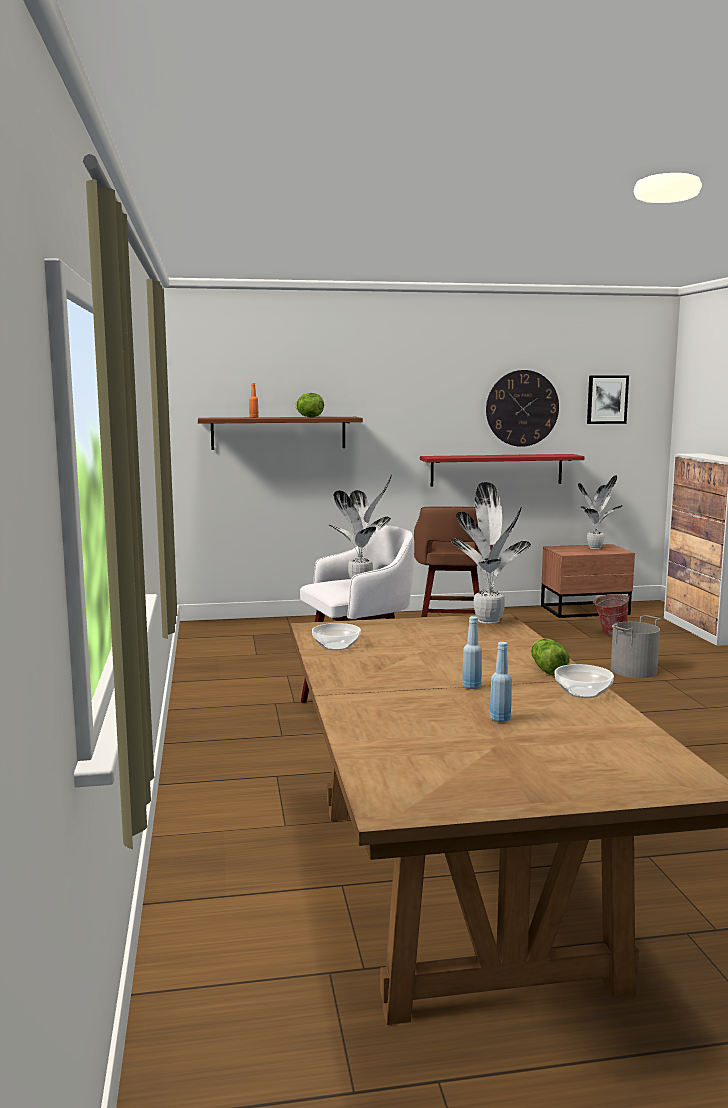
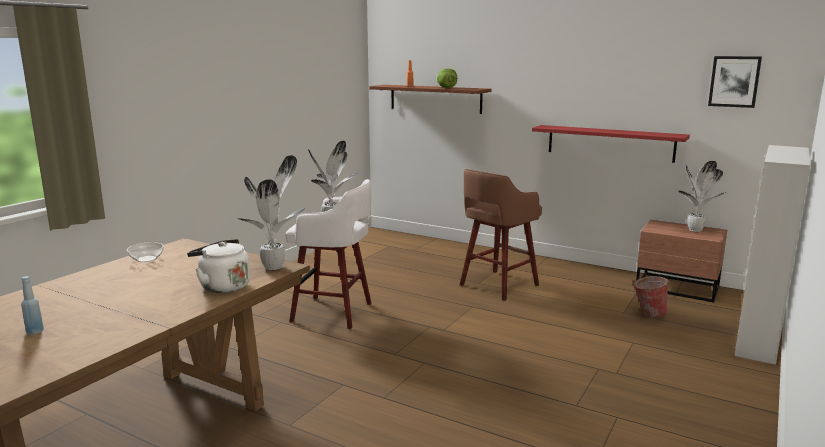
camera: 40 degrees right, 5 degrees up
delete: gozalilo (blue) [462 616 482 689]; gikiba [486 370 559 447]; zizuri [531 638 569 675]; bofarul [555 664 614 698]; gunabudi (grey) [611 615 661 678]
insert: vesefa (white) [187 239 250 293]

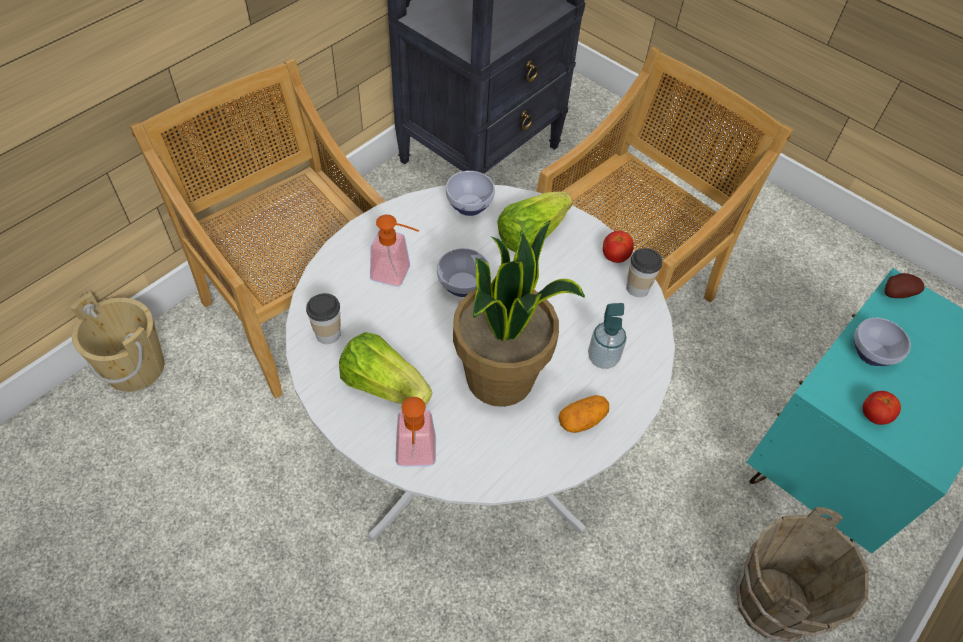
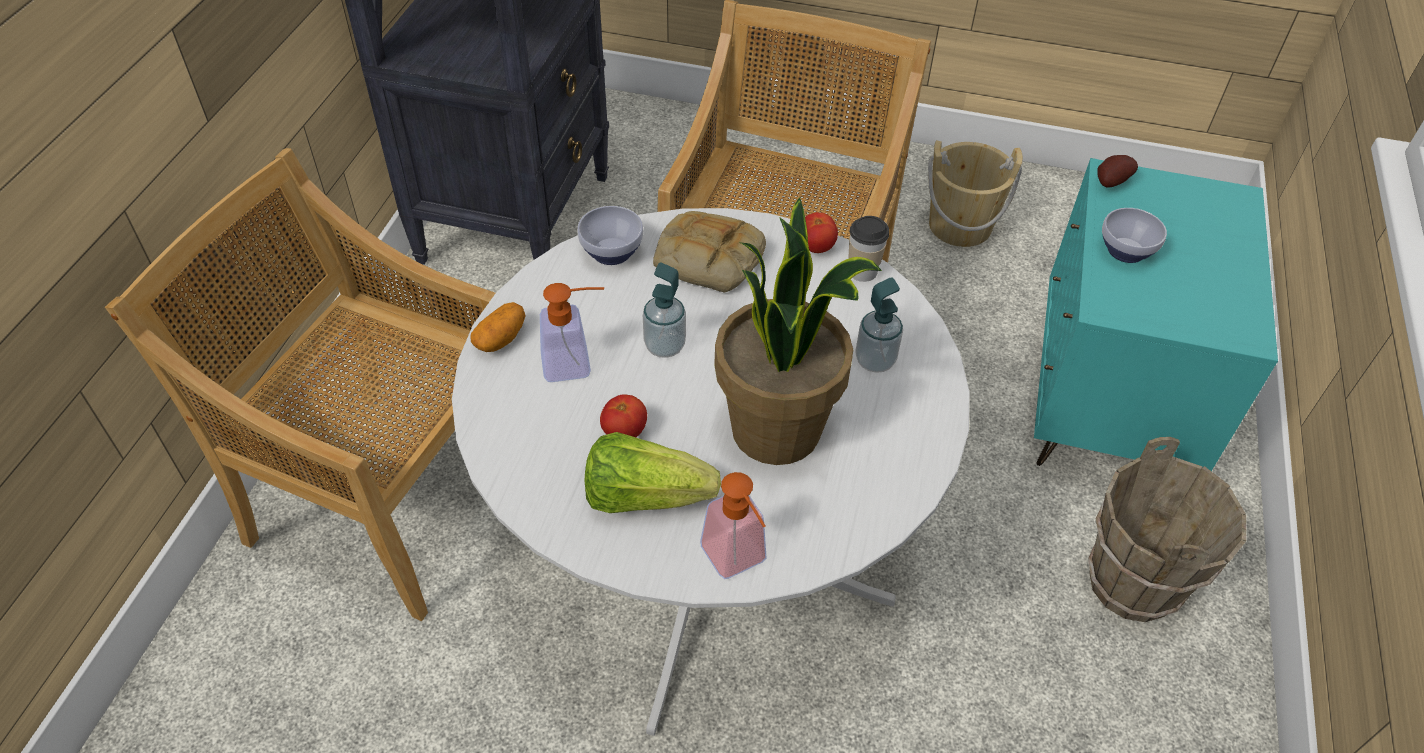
camera: 25 degrees left, 5 degrees down
delete: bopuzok [306 293 341 344]
move: gunabudi (beige) [70 292 165 392] to [928 140 1023 247]; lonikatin [558 395 609 433] to [471 302 526 352]; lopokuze [863 391 901 425] to [600 394 647 437]
replace: bofarul [437 248 490 297] to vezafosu [643 263 686 358]; zizuri [497 192 573 253] to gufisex [653 211 766 293]

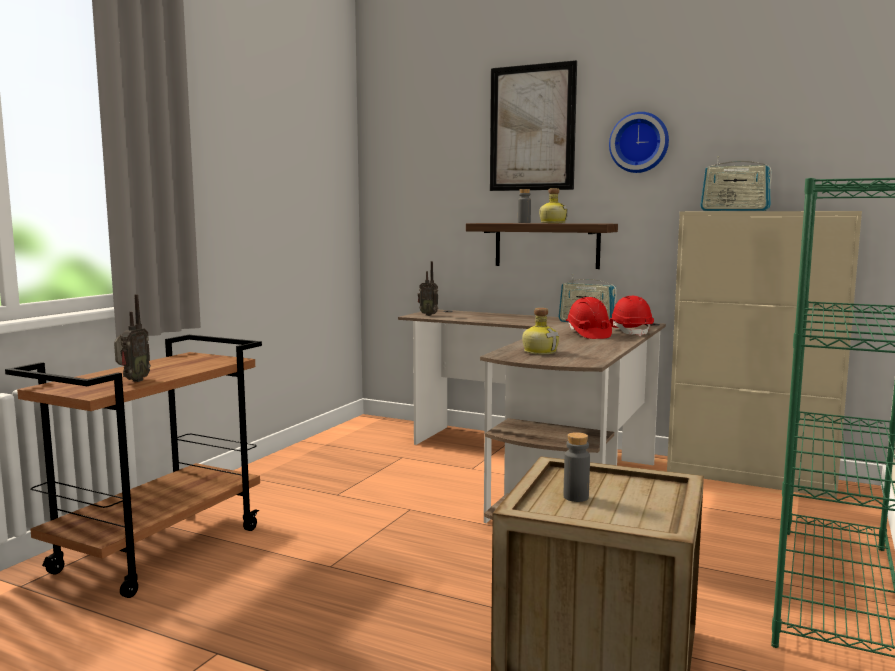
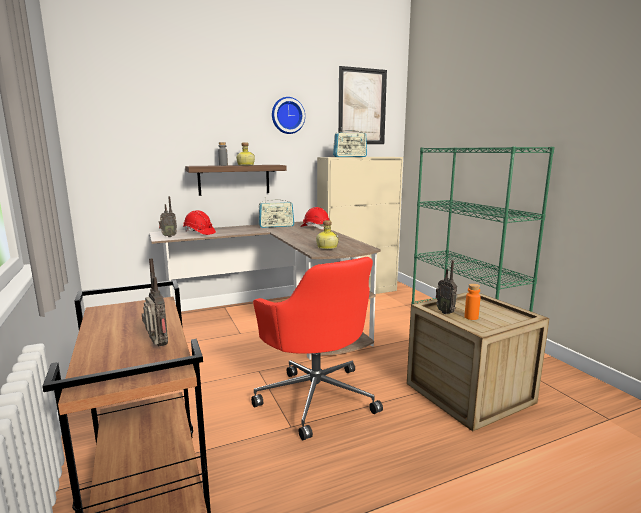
camera: 50 degrees left, 5 degrees up
insert: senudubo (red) [251 257 383 440]; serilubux [436 260 458 314]
move: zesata [490 60 577 191] to [338 66 387 144]; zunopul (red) [566 297 612 339] to [183 210 216 235]
recolor: gozalilo (grey) [564 432 590 502] to gozalilo (orange) [465 284 481 320]

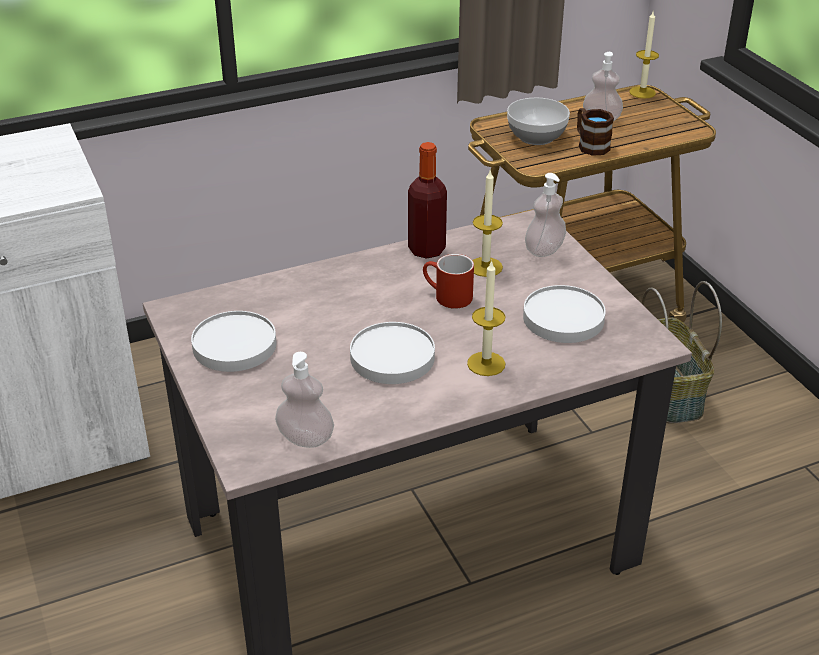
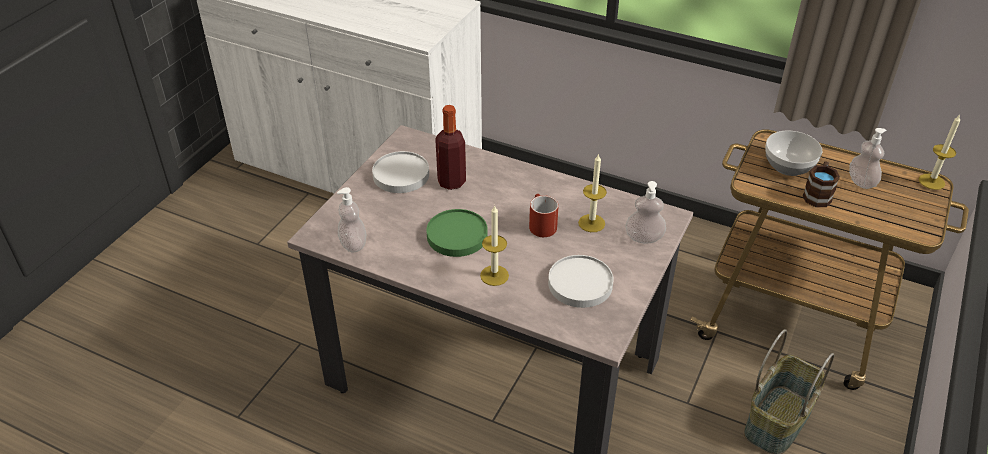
camera: 50 degrees right, 5 degrees up
move: gozalilo [408 142 447 259] to [435 105 466 190]
recolor: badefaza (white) [350 322 435 384] to badefaza (green) [426 209 488 257]

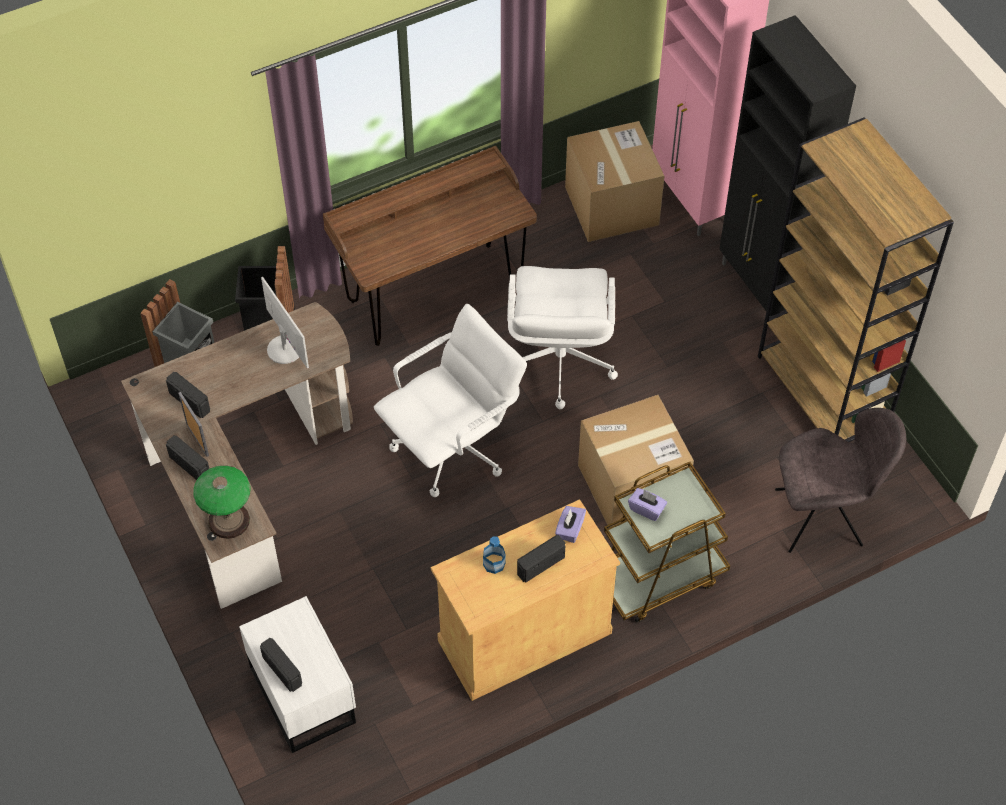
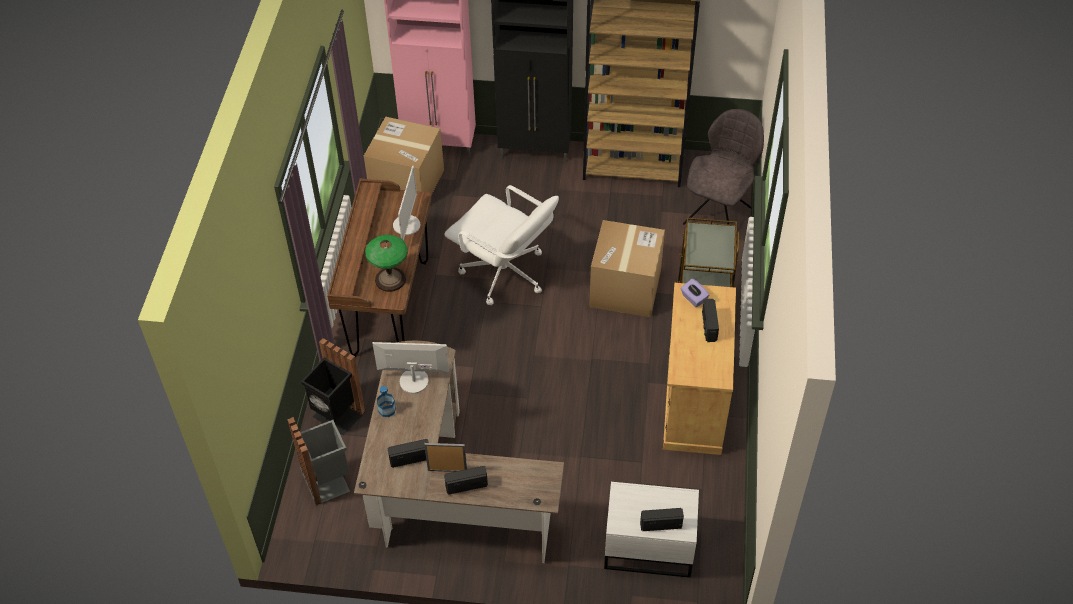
camera: 55 degrees left, 5 degrees down
delete: senudubo (white) [374 304 527 497]; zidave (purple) [628 488 667 521]
insert: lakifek [393 166 420 241]
move: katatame [193 466 250 539] to [365 235 408 292]; gozalilo [483 536 505 574] to [377 386 396 417]

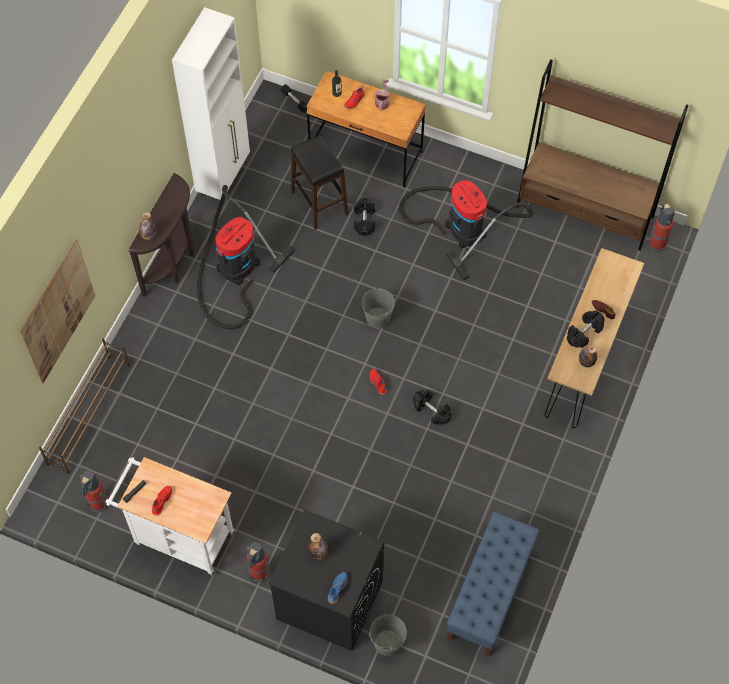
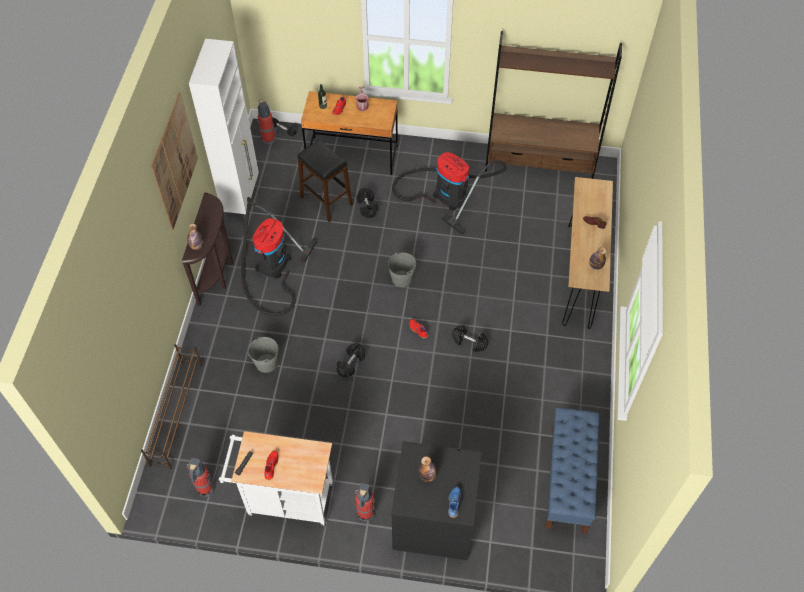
camera: 15 degrees left, 5 degrees down
move: zesata [20 239 95 383] to [151 92 198 230]; gunabudi (grey) [369 614 407 656] to [248 337 278 373]; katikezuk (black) [567 311 605 348] to [337 343 365 377]; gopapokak [648 203 675 252] to [258 99 276 144]

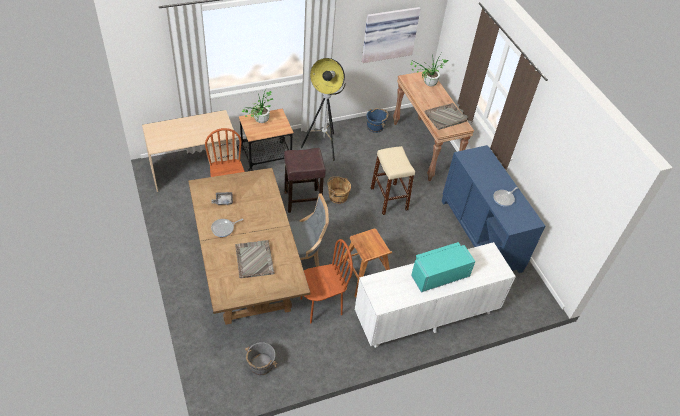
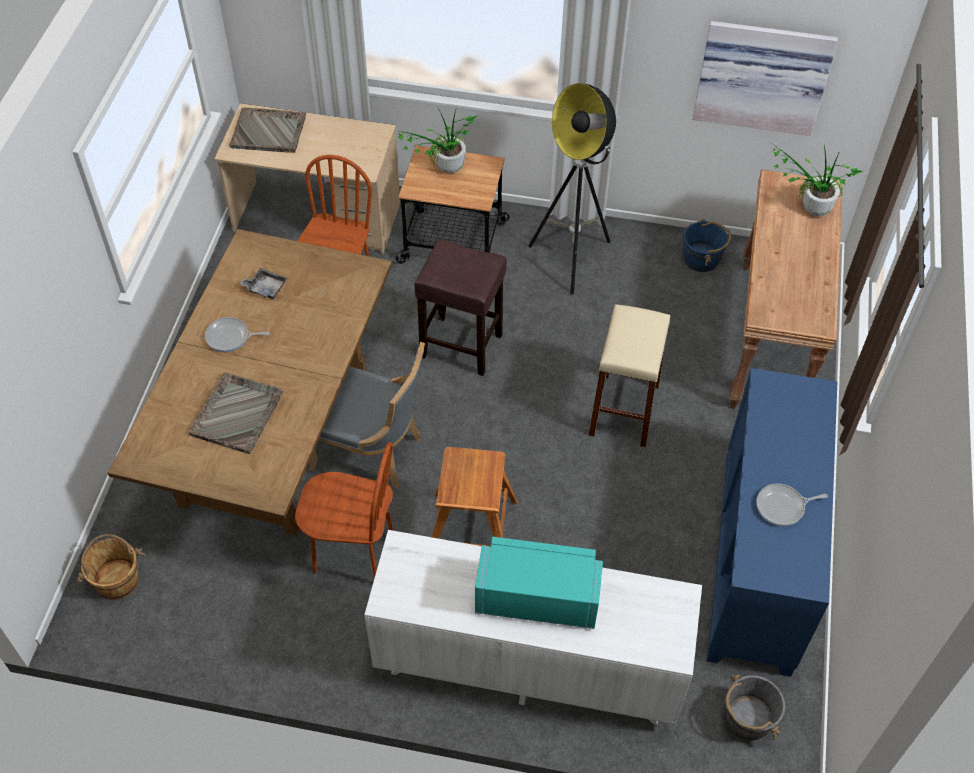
camera: 35 degrees right, 5 degrees up
move: gunabudi (grey) [245 342 277 375] to [725 675 785 740]; gunabudi (brown) [327 176 351 204] to [77 534 146 600]; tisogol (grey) [425 103 467 130] to [229 107 306 153]

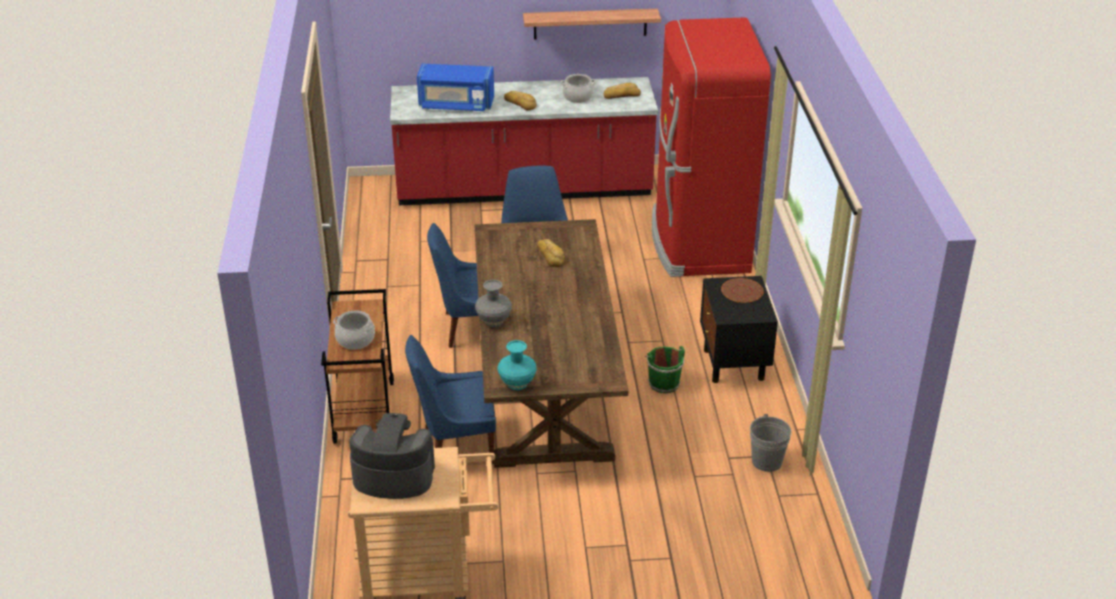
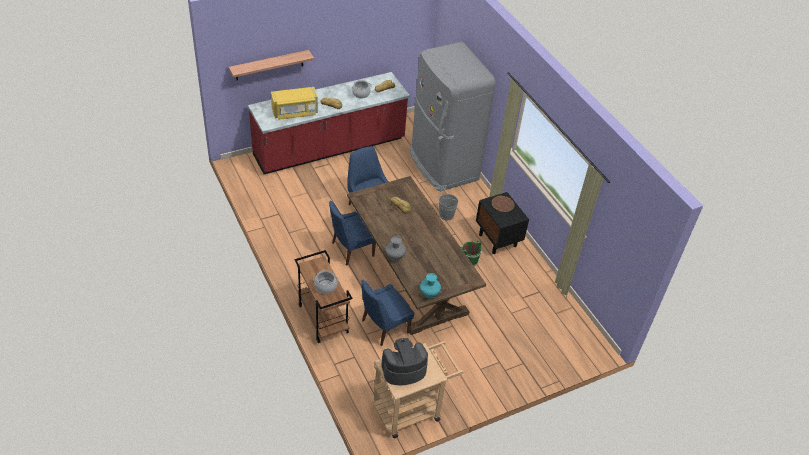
camera: 25 degrees left, 10 degrees up
move: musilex [523 9 661 39] to [229 50 314 80]; gunabudi (grey) [750 414 791 472] to [439 193 458 220]
recolor: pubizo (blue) [417 63 494 111] to pubizo (yellow) [271 87 318 120]; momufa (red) [652 17 771 277] to momufa (grey) [409 42 495 192]

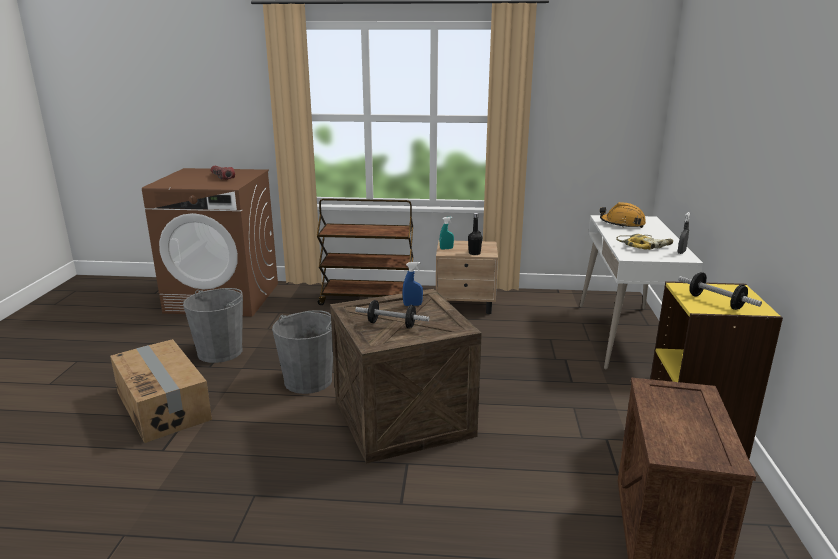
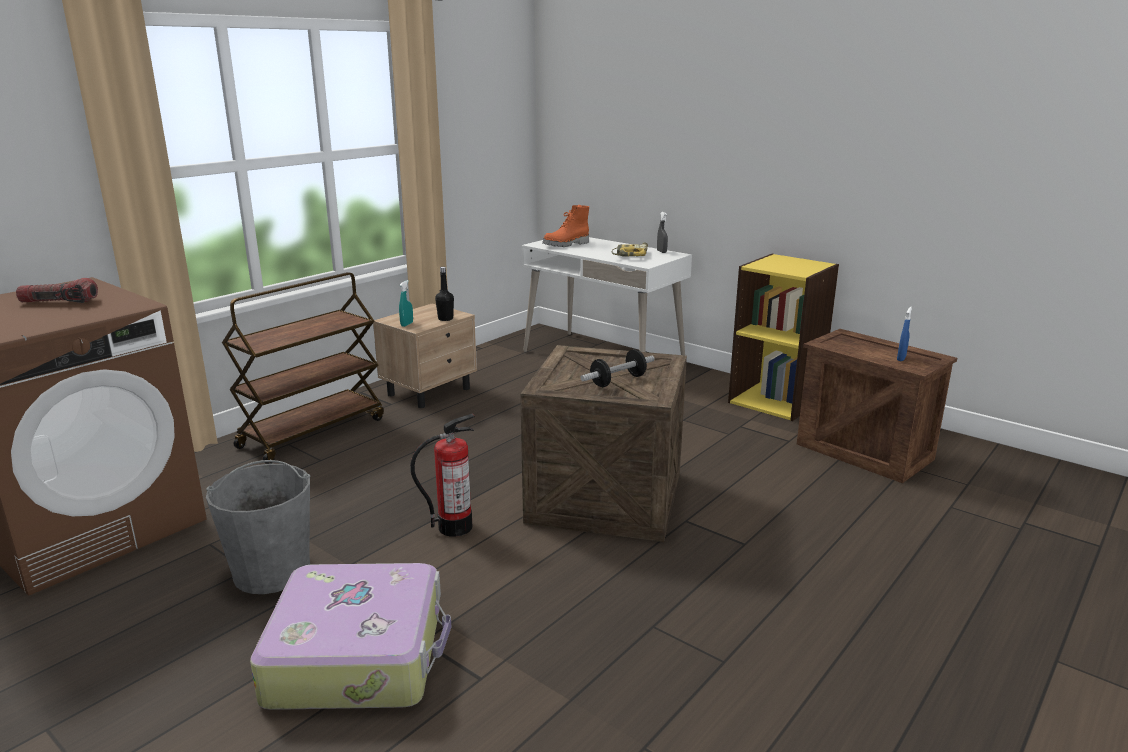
camera: 55 degrees left, 0 degrees up
delete: katikezuk [678 272 762 310]
move: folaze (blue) [402 262 423 306] to [897 306 912 361]
replace: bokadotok [110 339 212 443] to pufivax [250 563 451 710]; gunabudi (grey) [272 310 333 394] to gopapokak [410 414 475 537]; zunopul (orange) [600 202 646 228] to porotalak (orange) [542 205 589 247]

